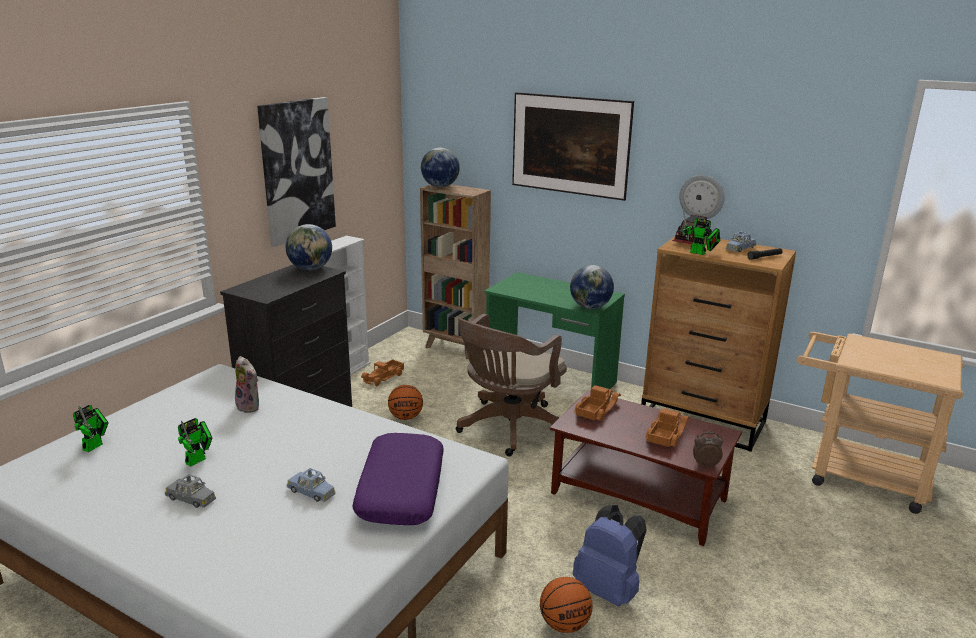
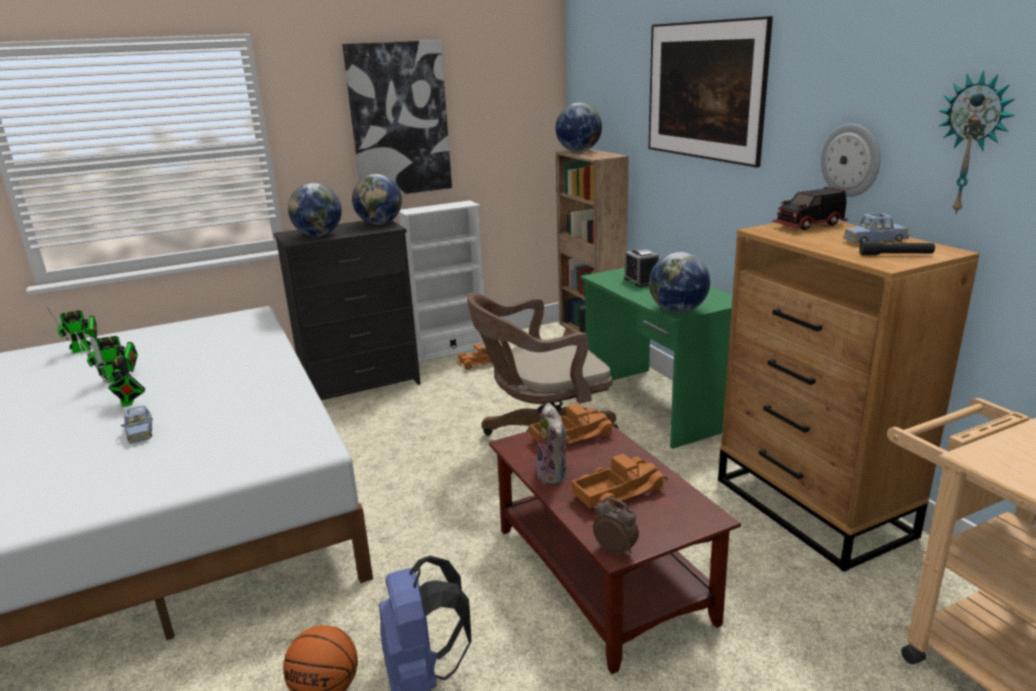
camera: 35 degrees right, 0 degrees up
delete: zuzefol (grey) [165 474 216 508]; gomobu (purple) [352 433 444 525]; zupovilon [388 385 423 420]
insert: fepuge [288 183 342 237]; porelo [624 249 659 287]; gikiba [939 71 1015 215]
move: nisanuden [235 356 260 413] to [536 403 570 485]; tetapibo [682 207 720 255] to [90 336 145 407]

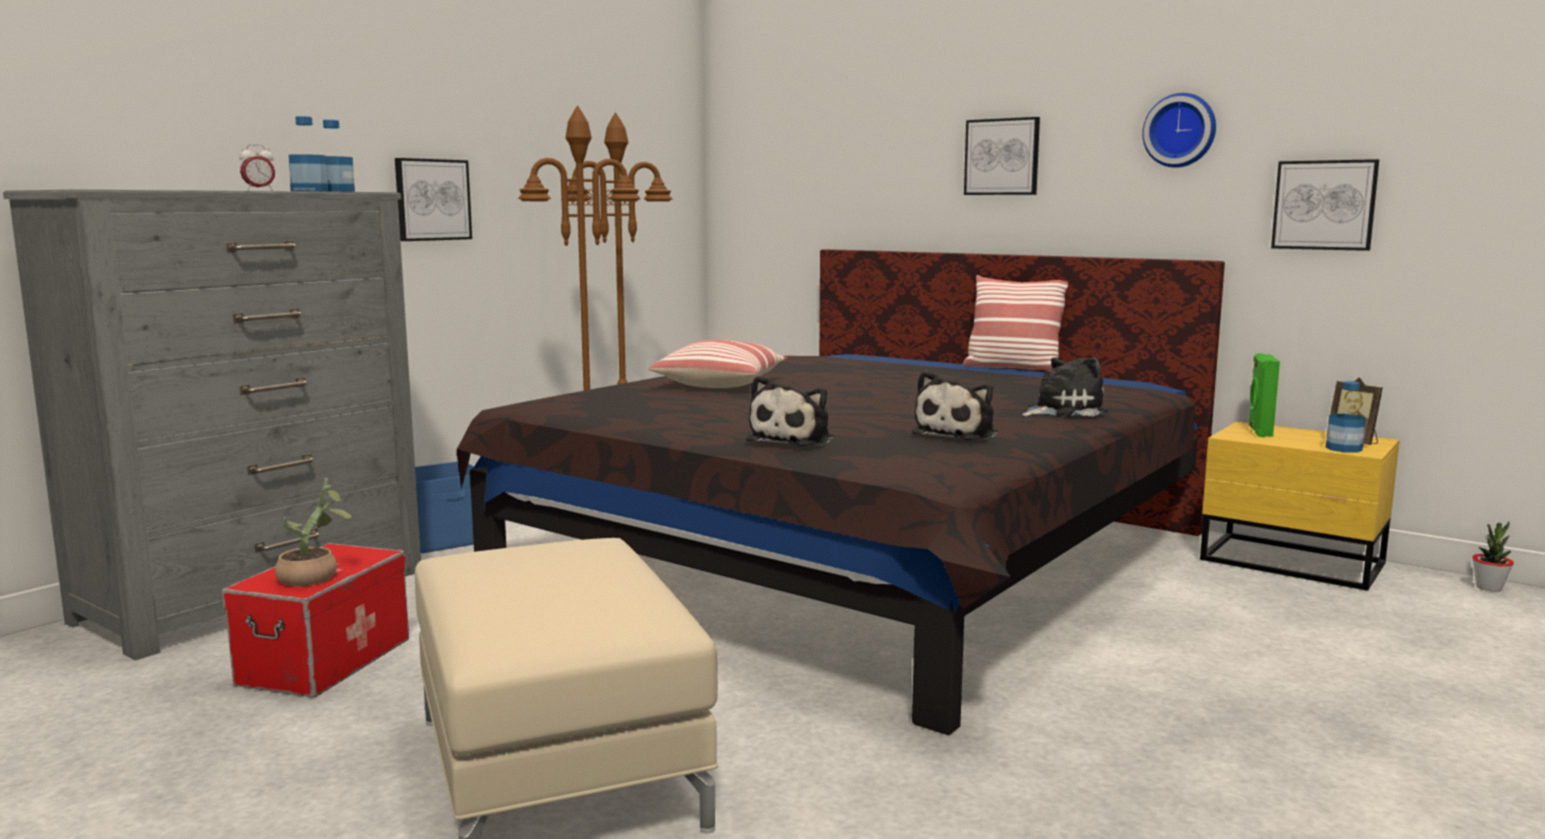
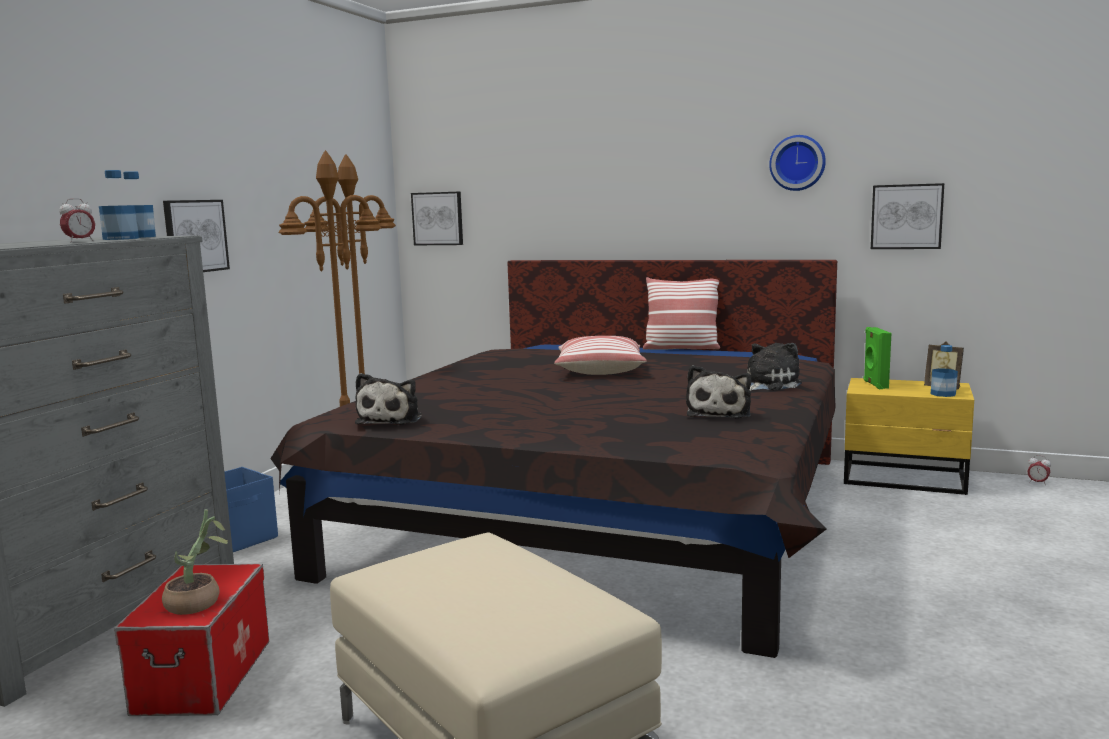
camera: 15 degrees left, 0 degrees up
move: gomobu [648 340 787 388] to [554 336 647 375]; nisanuden [746 375 834 446] to [355 373 422 425]; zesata [964 117 1040 195] to [411 192 463 245]
replace: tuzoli [1472 522 1514 592] to porelo [1027 455 1051 485]

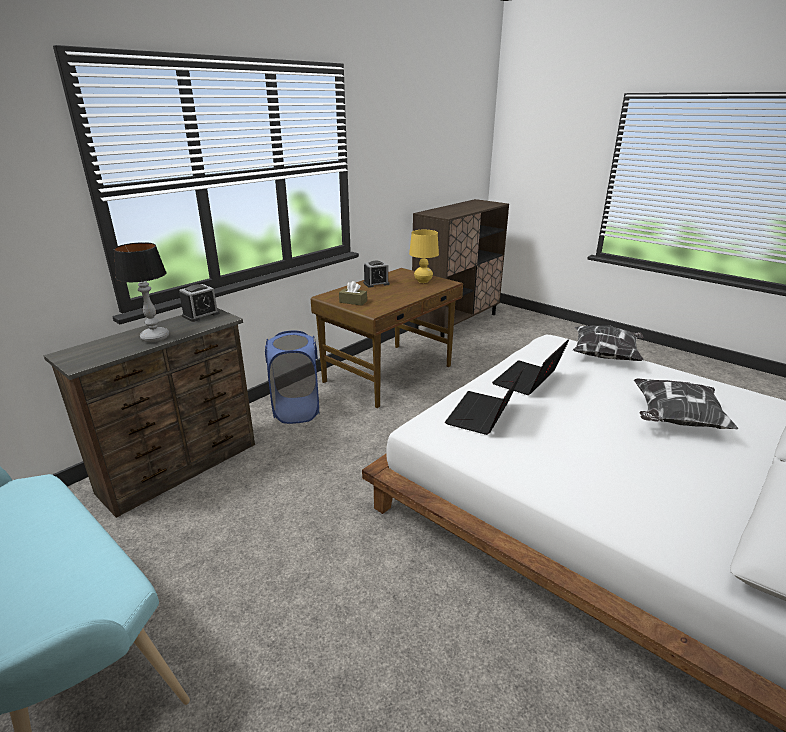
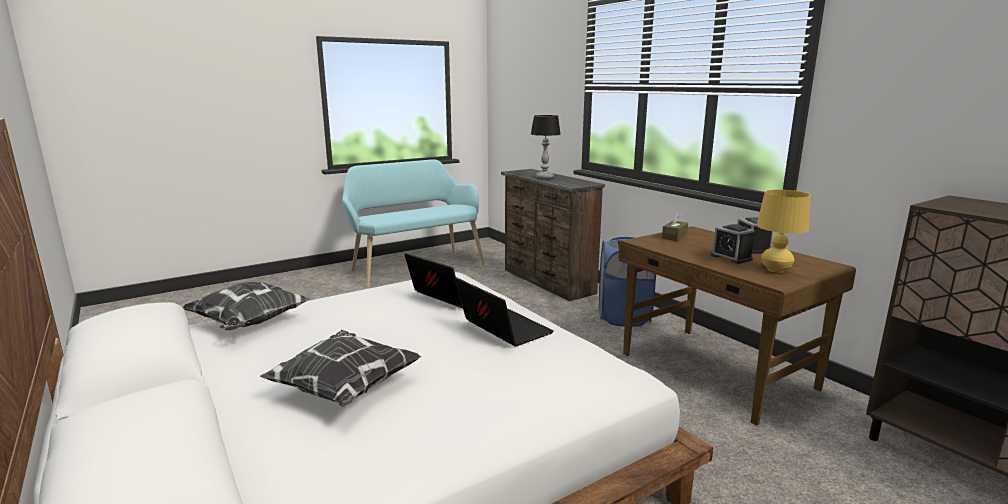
camera: 105 degrees right, 10 degrees down
move: porelo [179 284 220 322] to [711 224 755 264]; gomobu [573 326 644 361] to [182 282 310 331]

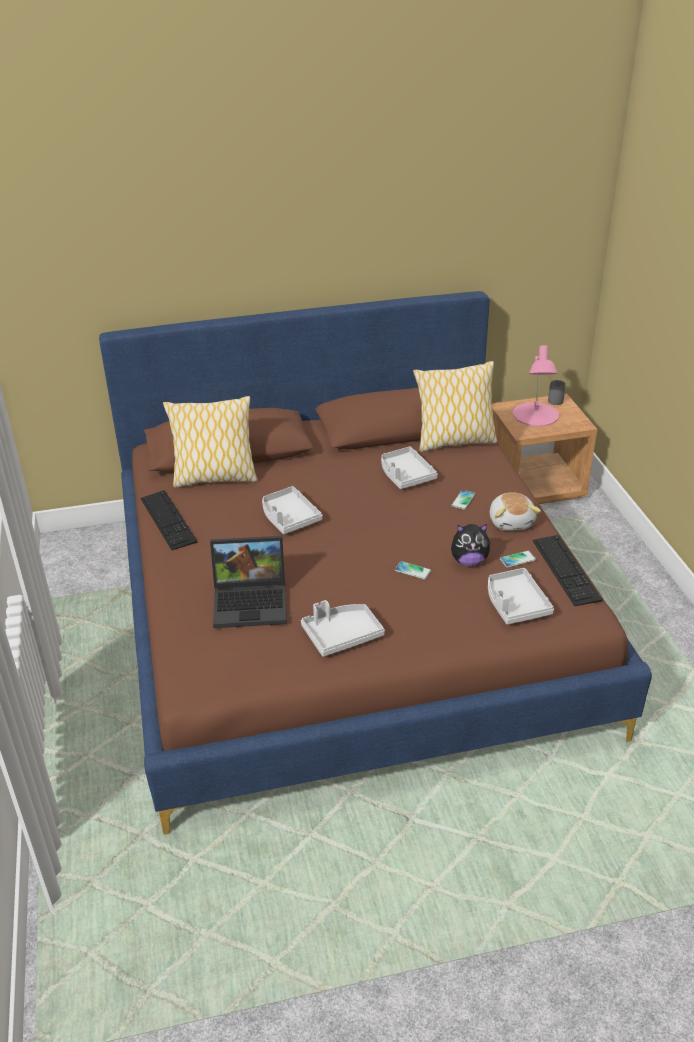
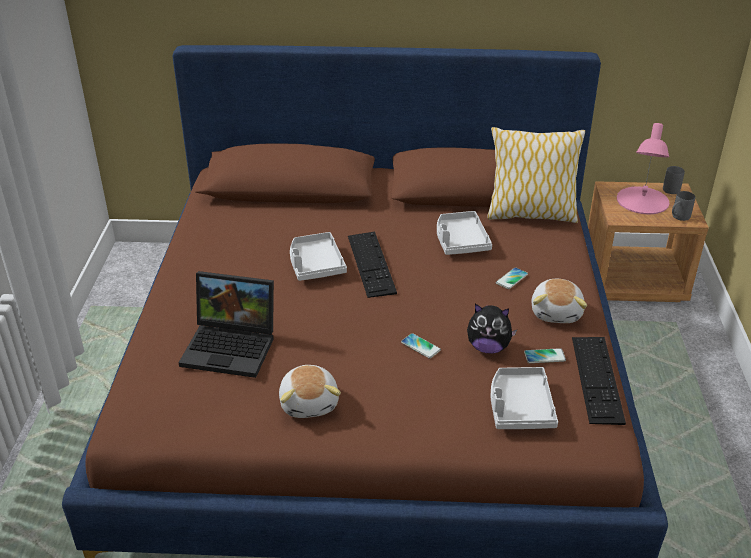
camera: 15 degrees right, 0 degrees up
delete: gomobu [163 396 258 488]
insert: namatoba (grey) [672 191 695 221]
move: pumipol [140 490 198 550] to [348 232 397 298]
replace: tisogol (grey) [301 600 385 657] to nisanuden [279 365 341 418]

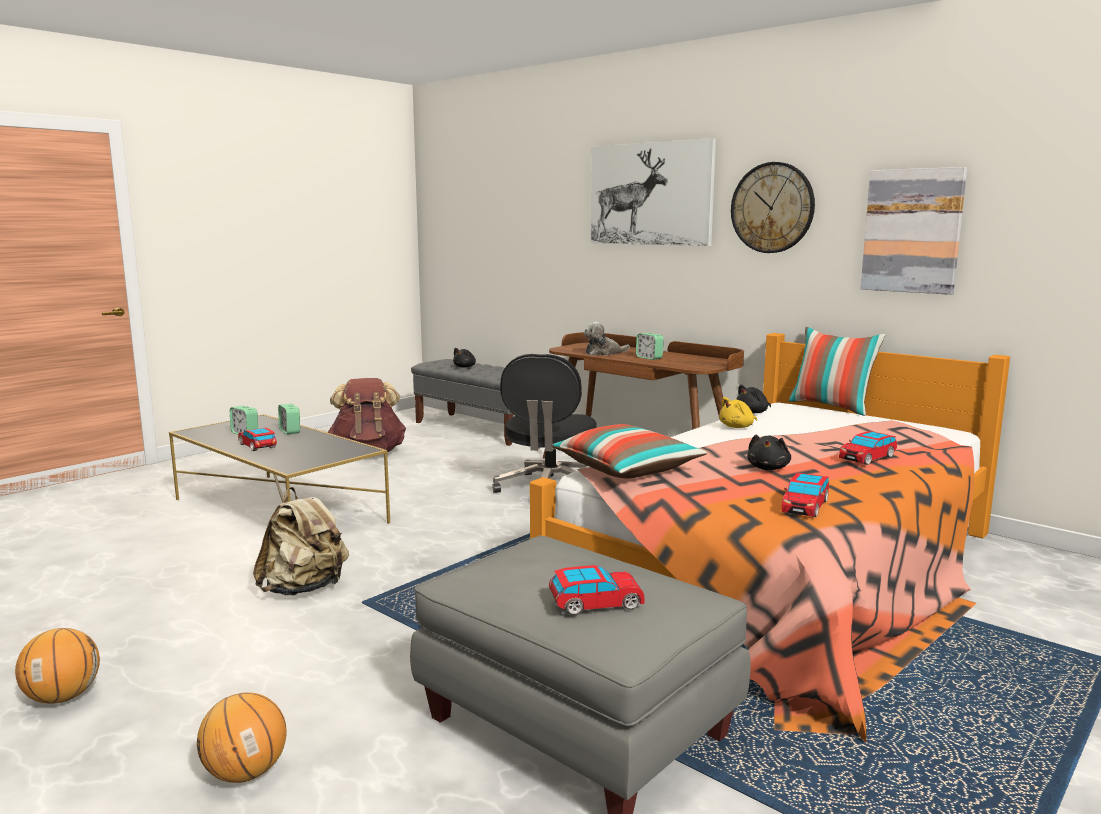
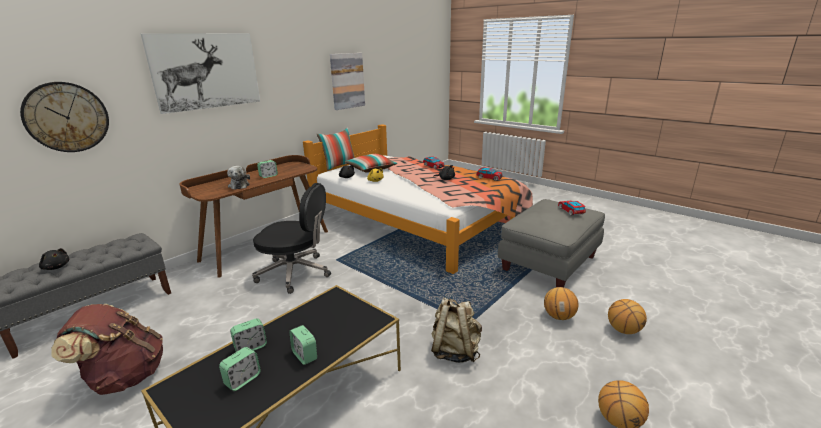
camera: 90 degrees left, 10 degrees up
insert: zupovilon [544 287 579 320]
move: gomobu [552 424 707 478] to [345 154 398 172]; gikiba [731 162 815 253] to [20 82 109 152]
replace: zuzefol [238 428 277 451] to porelo [289 325 317 365]

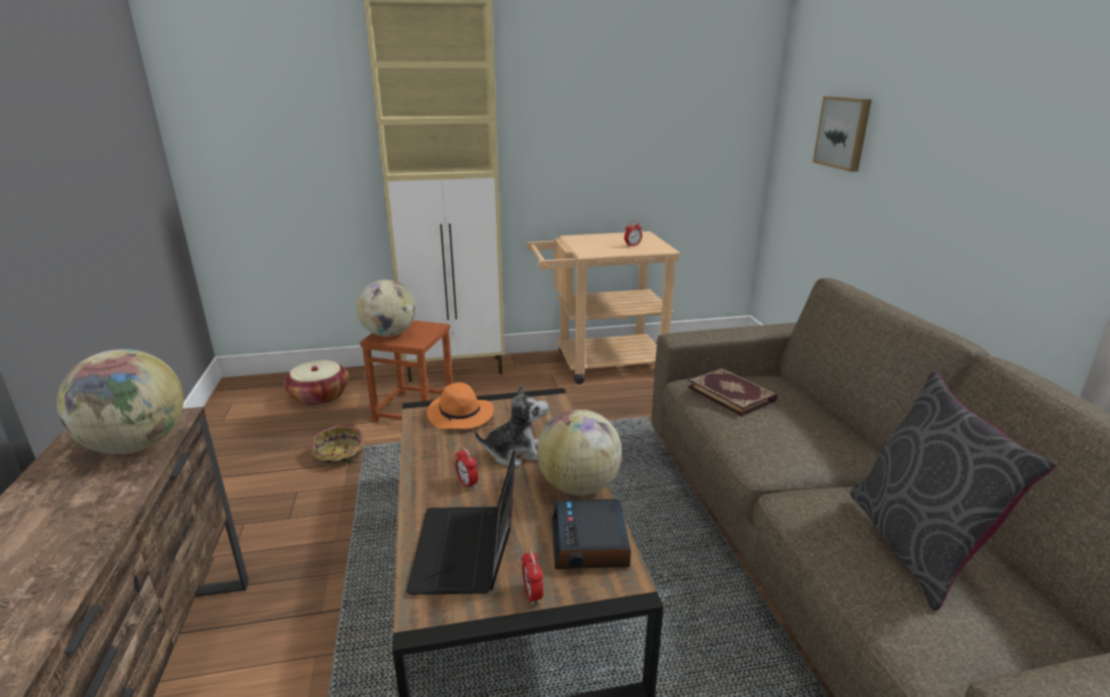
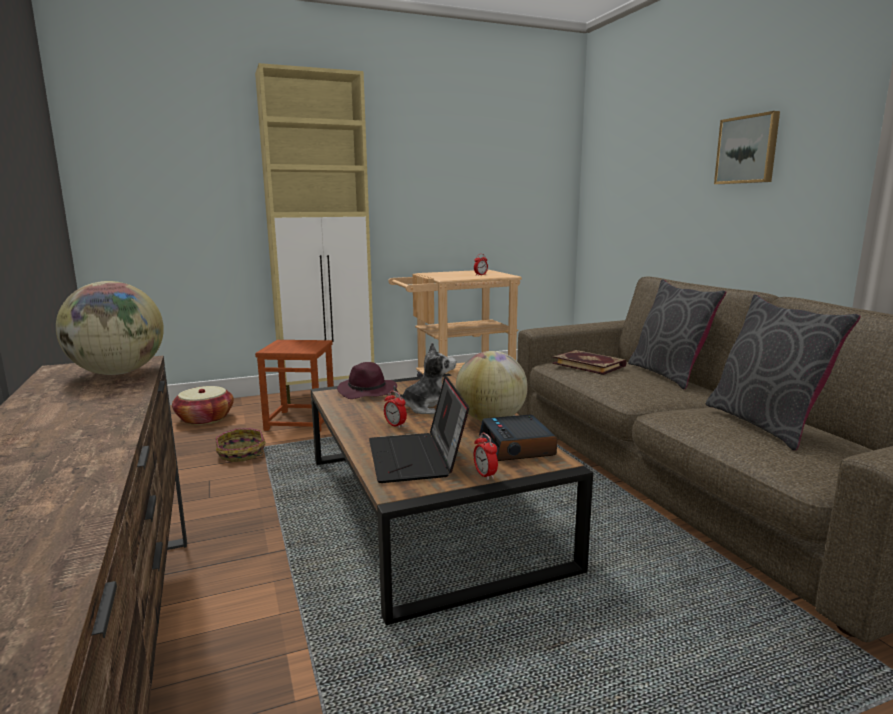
camera: 10 degrees left, 10 degrees down
delete: fepuge [357 279 416 337]
insert: gomobu (grey) [628 279 726 389]
move: zesata [813 96 872 172] to [714 111 780 184]
recolor: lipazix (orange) [427 382 493 429] to lipazix (purple) [337 362 397 399]

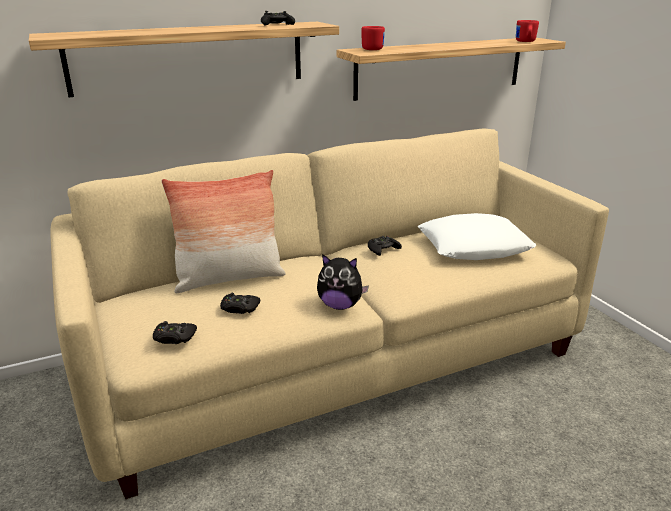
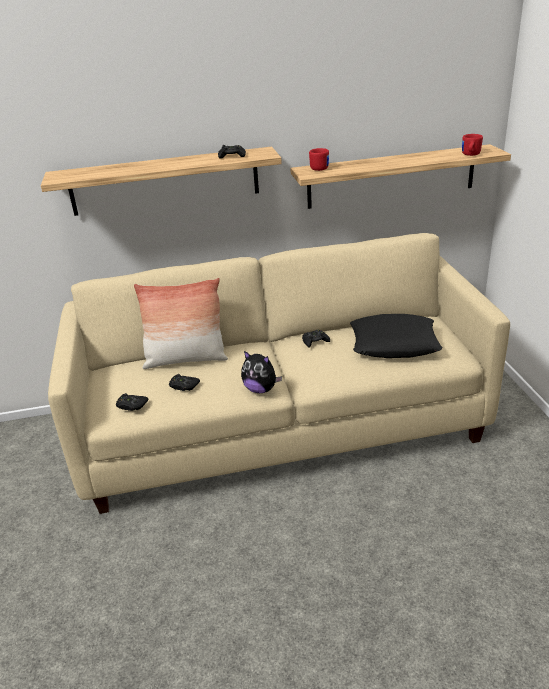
camera: 15 degrees right, 5 degrees up
recolor: gomobu (white) [418 213 536 260] to gomobu (black) [350 314 443 358]

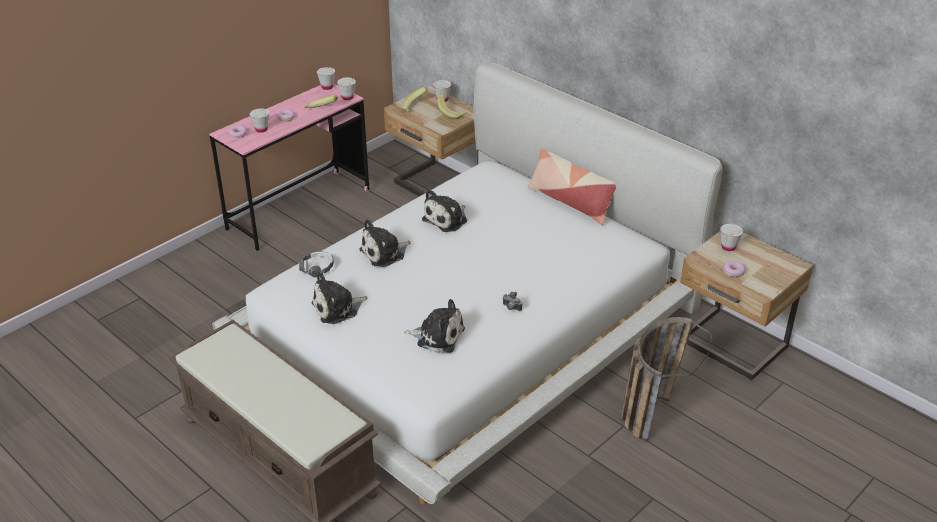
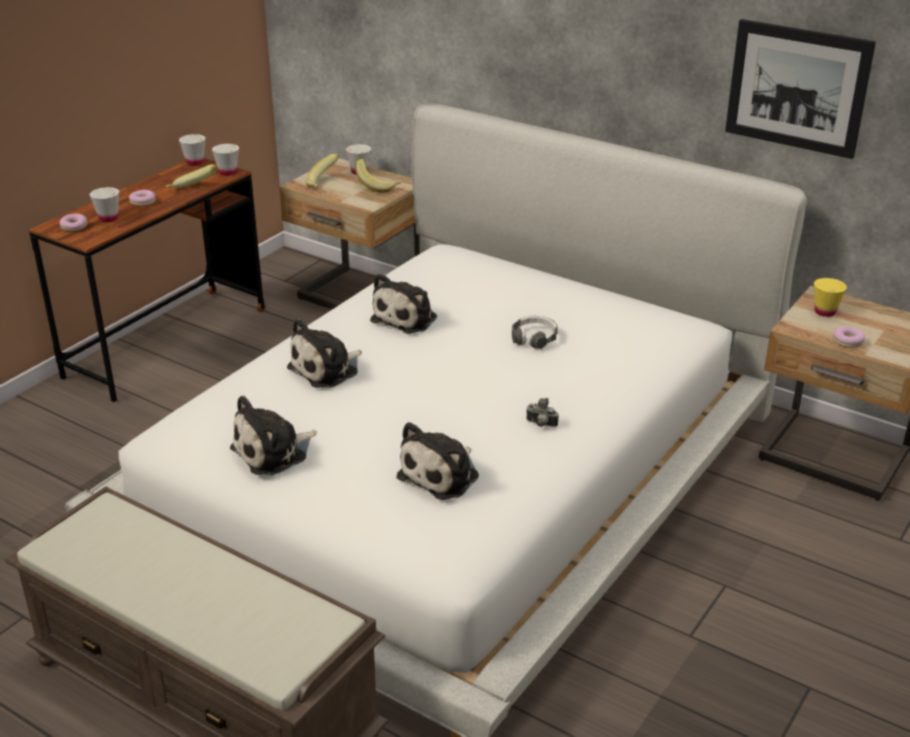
camera: 10 degrees left, 5 degrees down
delete: gomobu [528 149 616 225]; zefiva [621 317 712 442]
insert: zesata [725 19 876 159]
move: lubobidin [299 251 334 278] to [512 315 558 349]
recolor: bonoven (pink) [210 84 371 251] to bonoven (brown) [29 158 266 402]; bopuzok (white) [720 224 743 251] to bopuzok (yellow) [814 278 847 317]
rotate: nisanuden [404 299 465 353] = [397 422 479 500] 120 degrees clockwise

